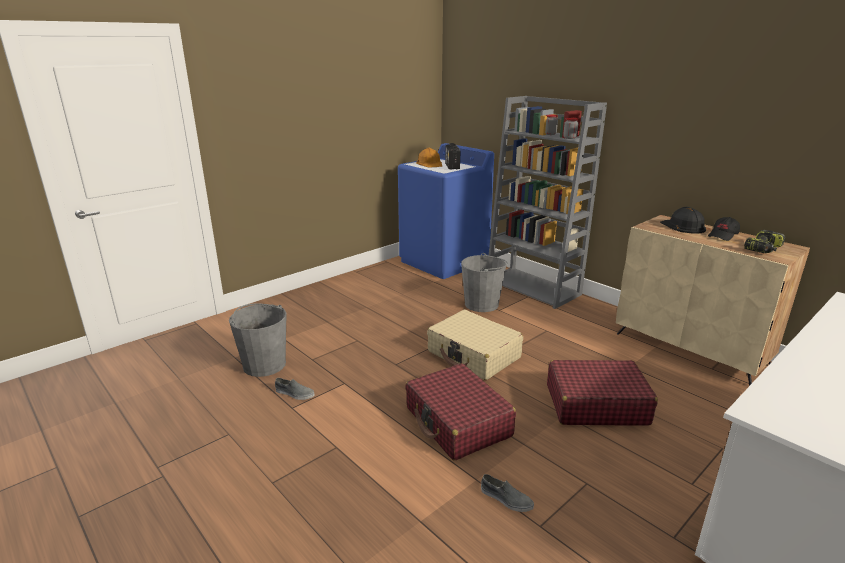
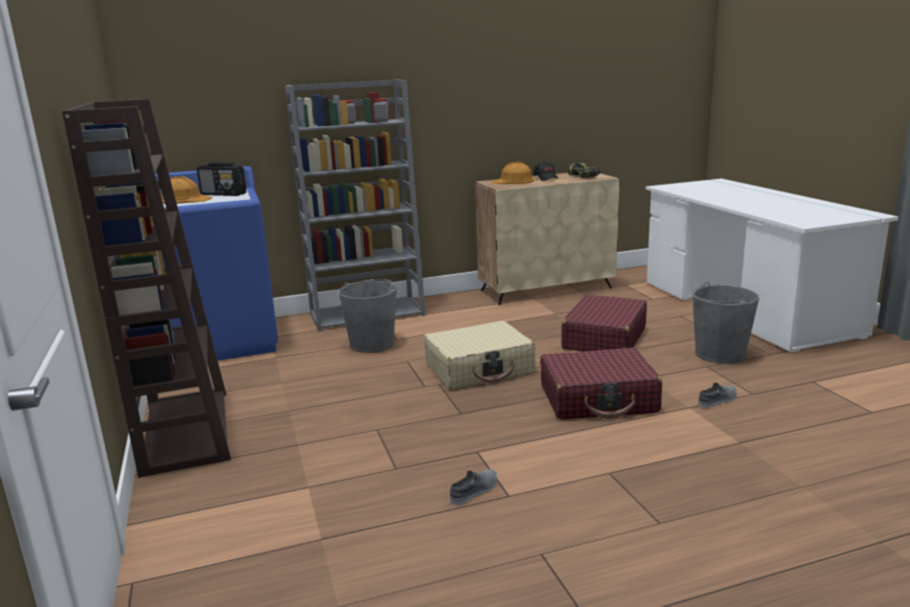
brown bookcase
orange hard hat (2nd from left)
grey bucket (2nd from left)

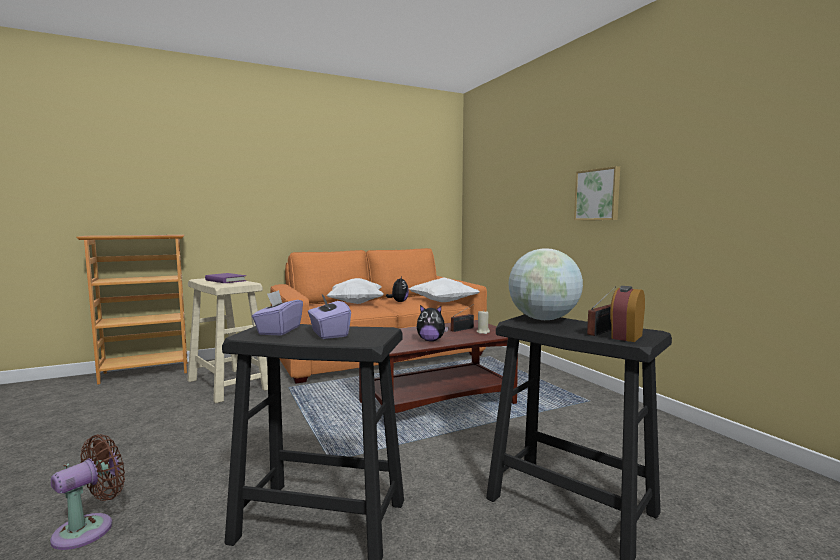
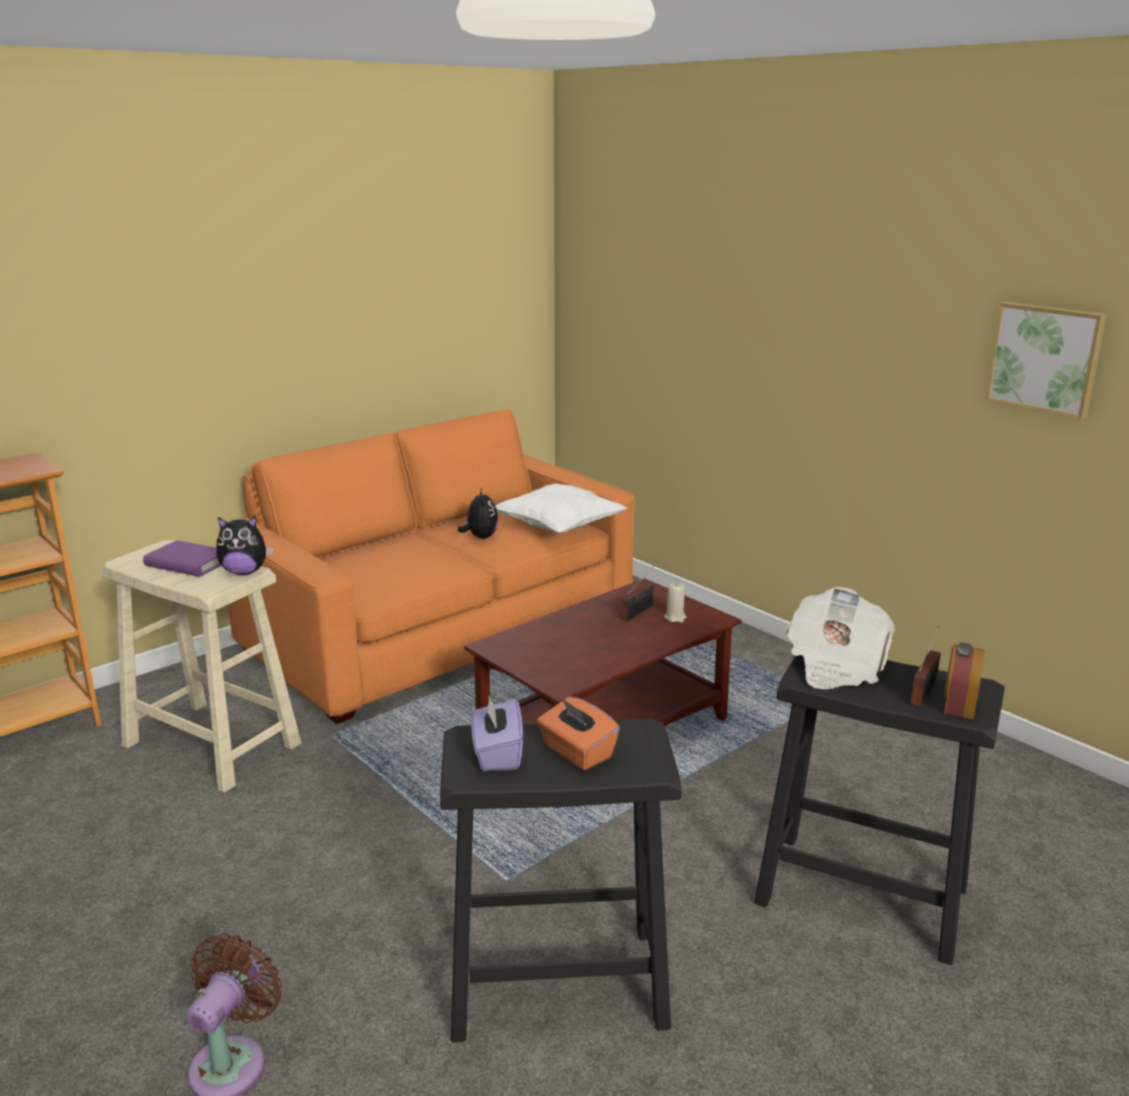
plush toy (1st from left)
orange tissue box
newspaper
picture
white pillow (1st from left in the first image)

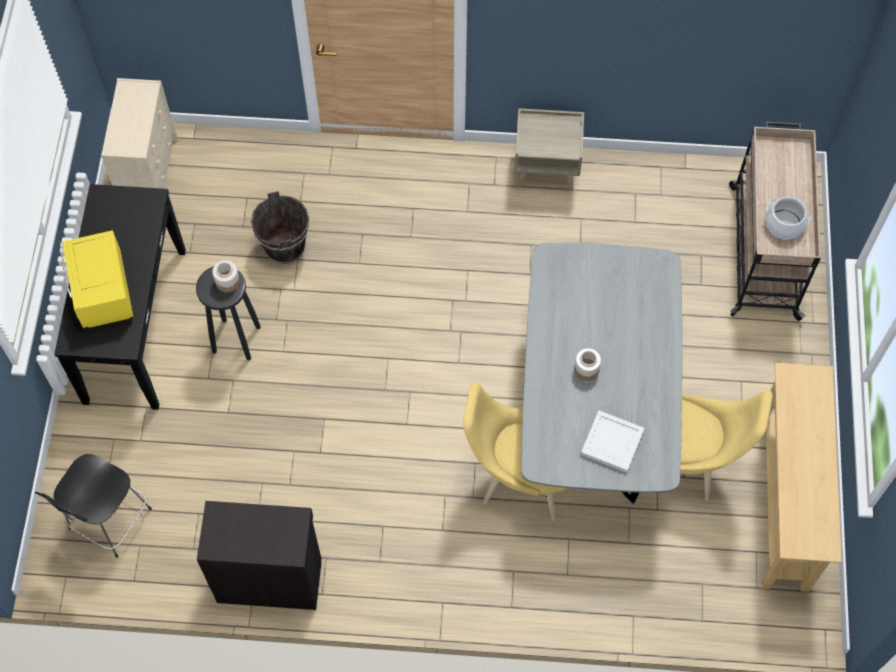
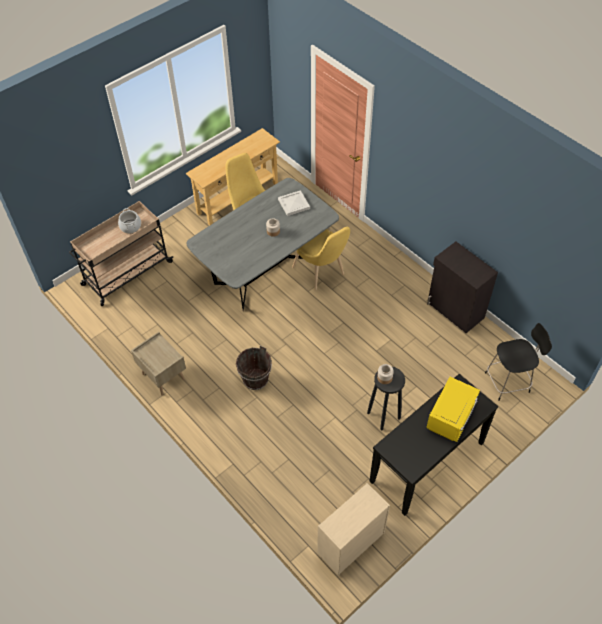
brown bucket

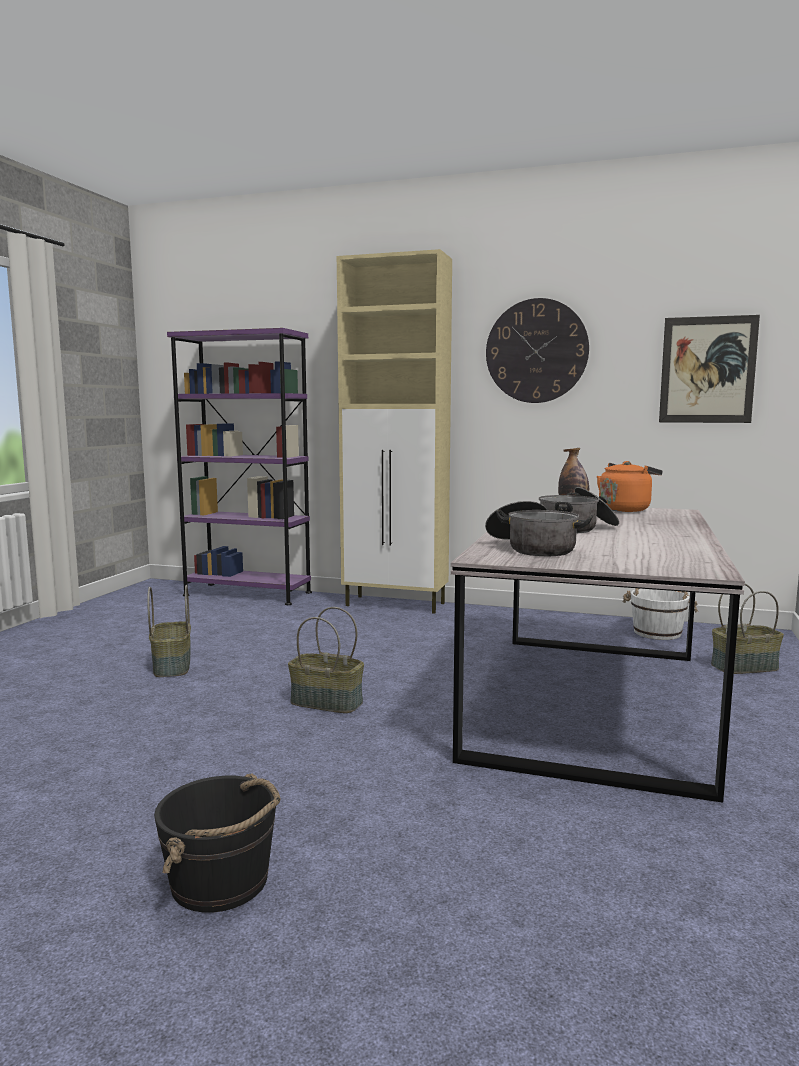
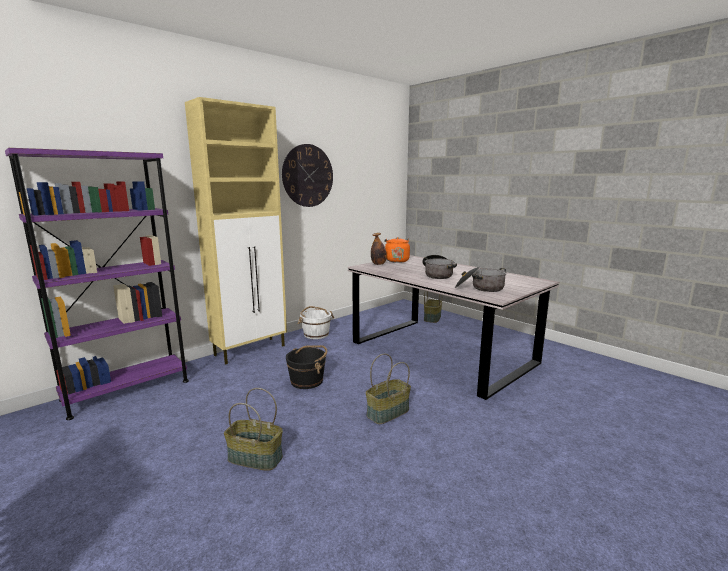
black bucket
white bucket
picture

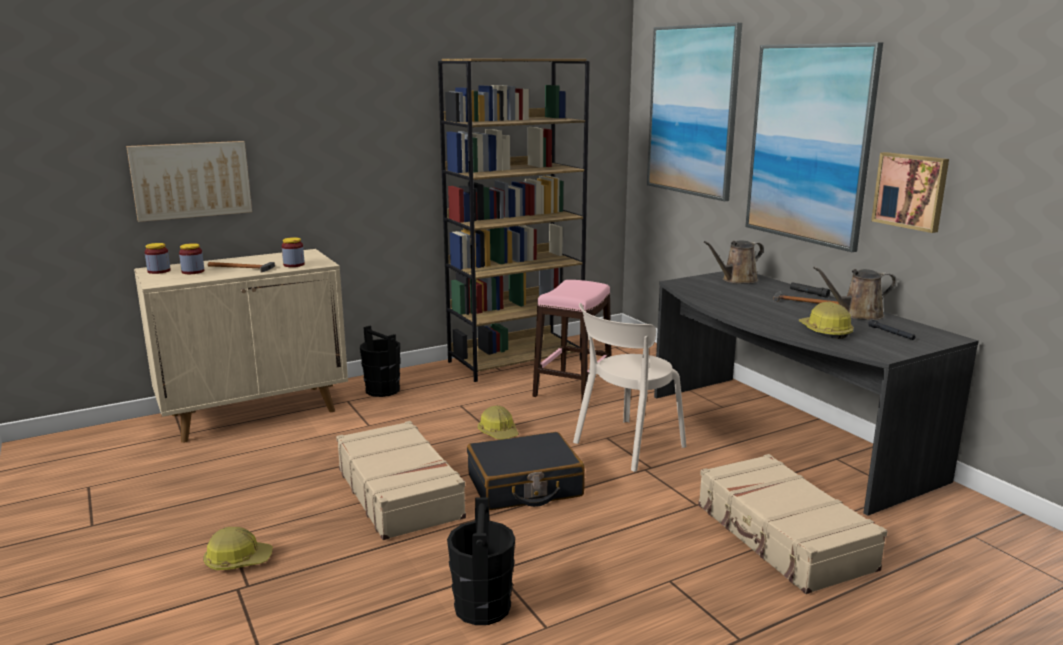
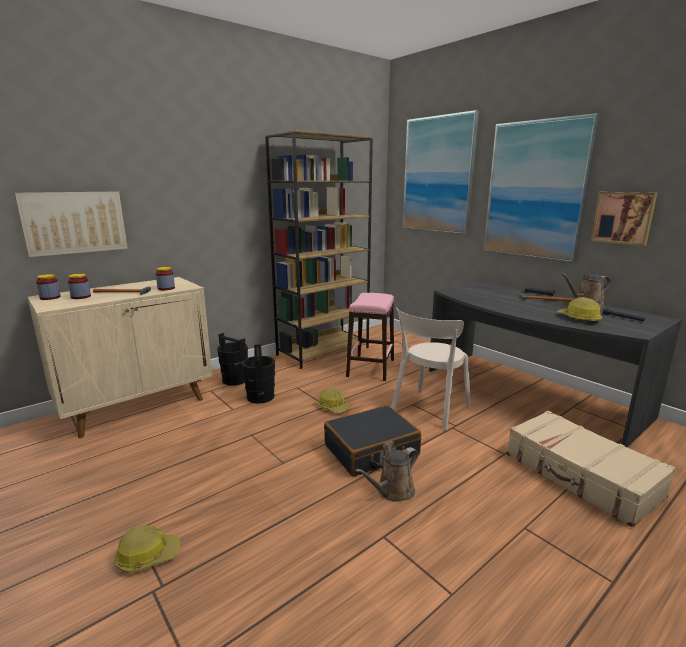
black bucket (2nd from left)
brown watering can (1st from left)
beige suitcase (1st from left in the first image)

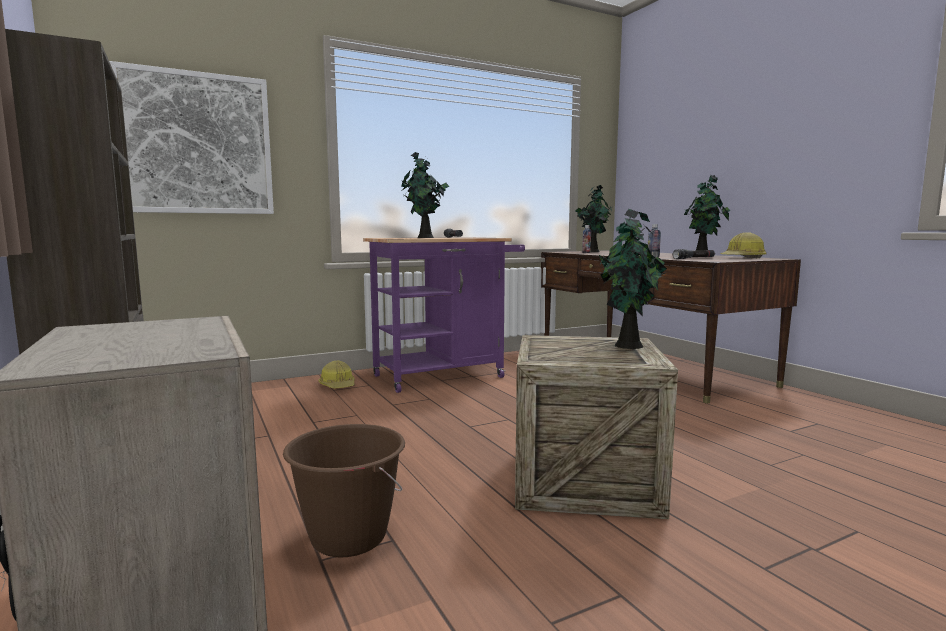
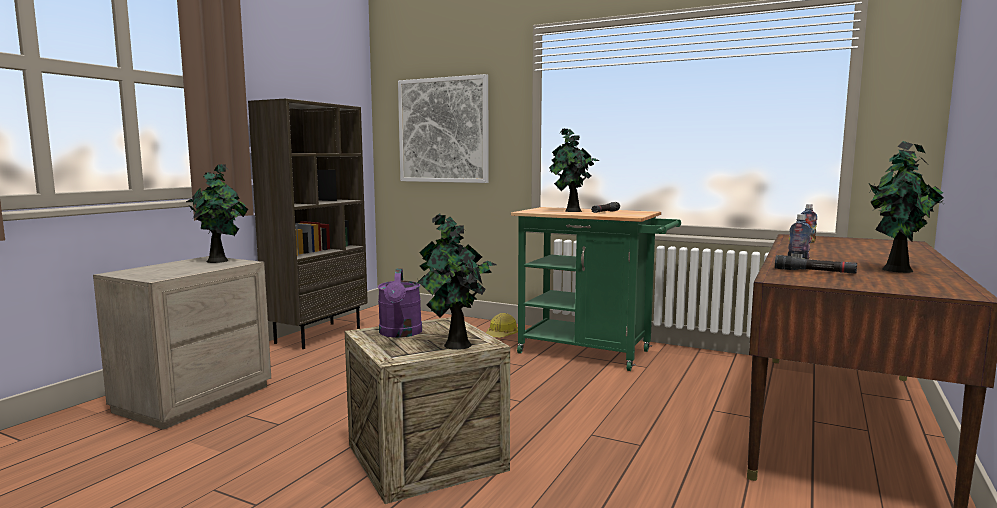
potted plant (1st from left)
purple watering can
green cart
brown bucket
hard hat (2nd from left in the first image)

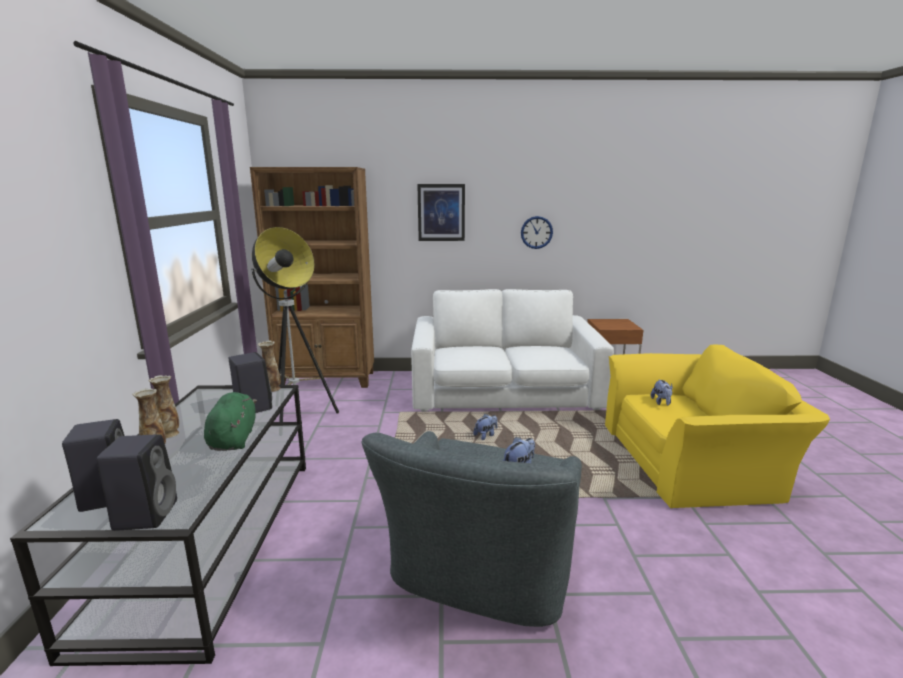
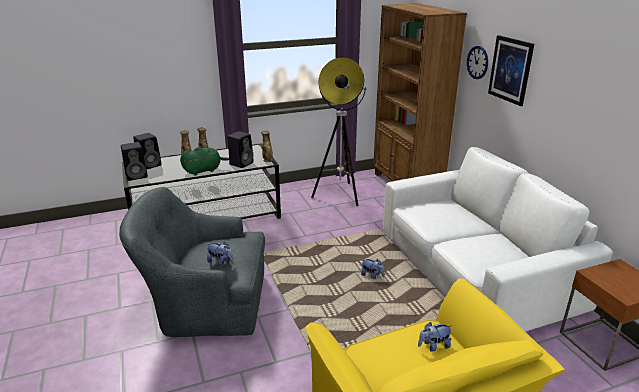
wall clock

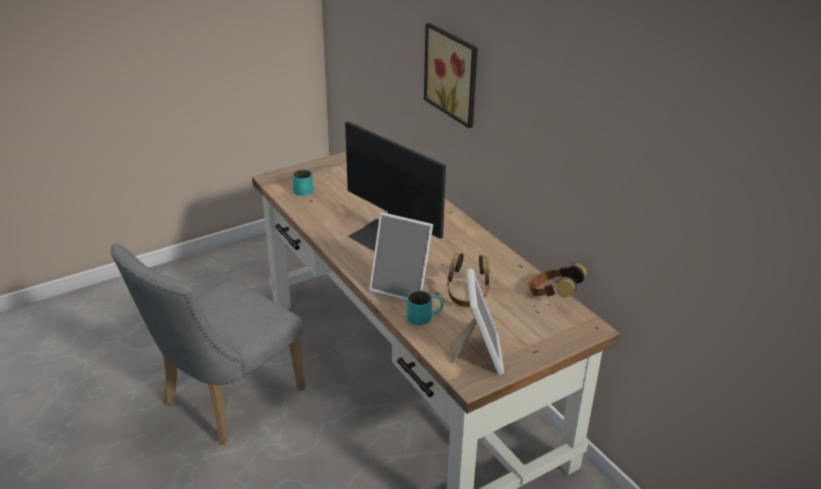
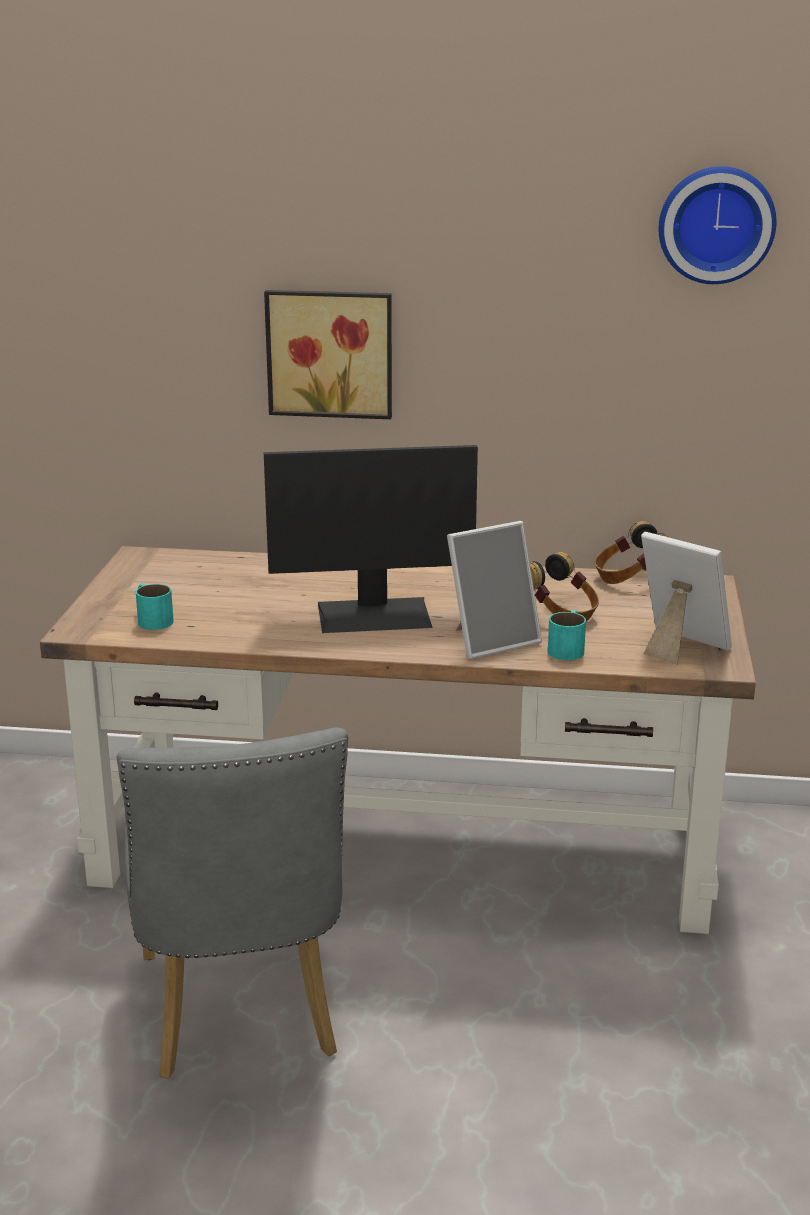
wall clock

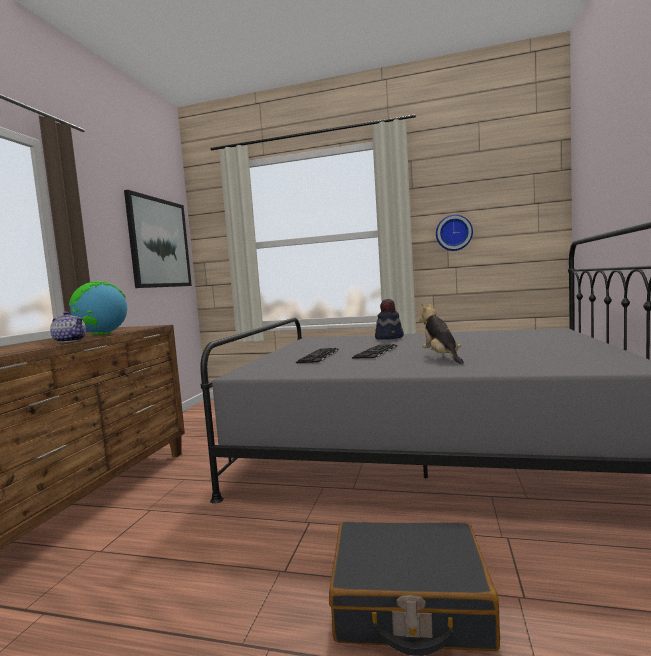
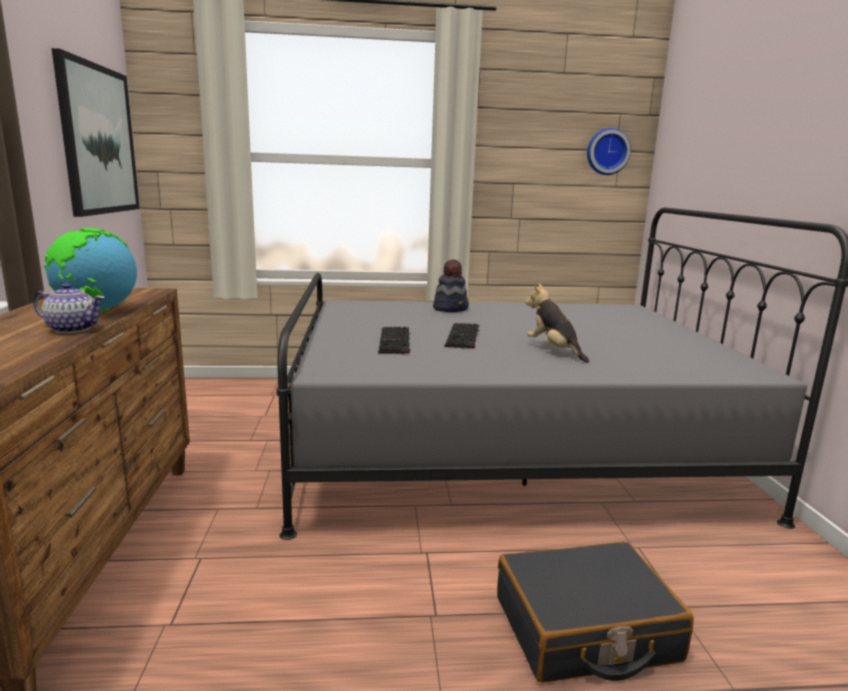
wall clock

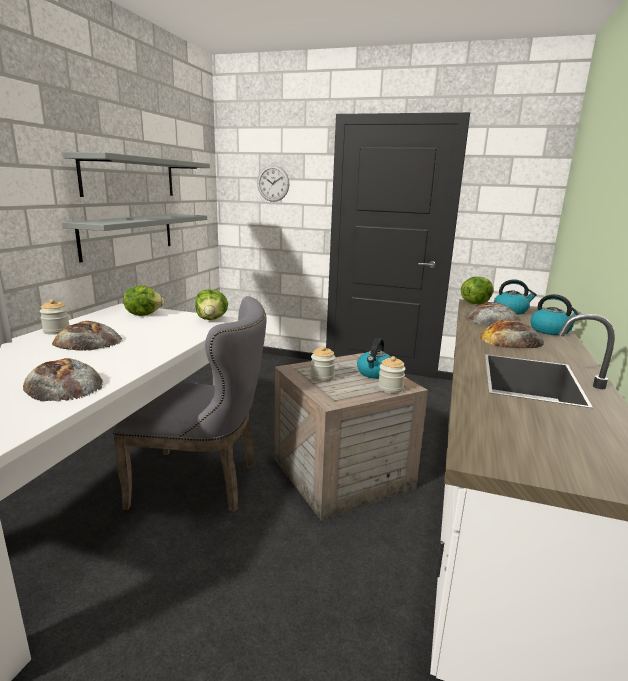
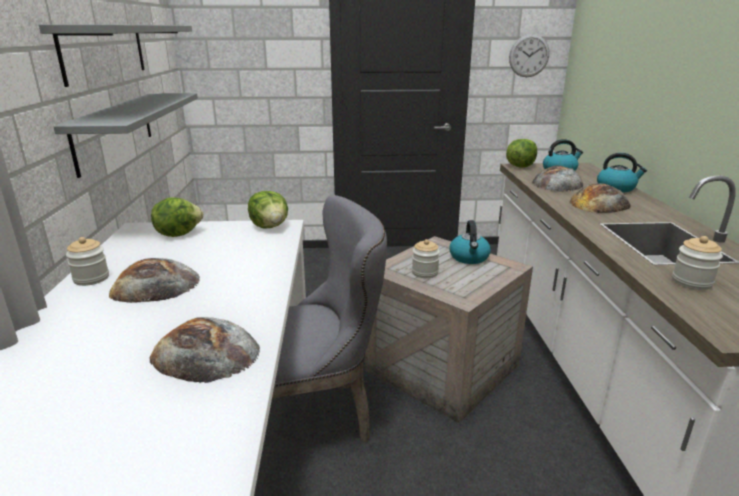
wall clock
jar (3rd from left)

